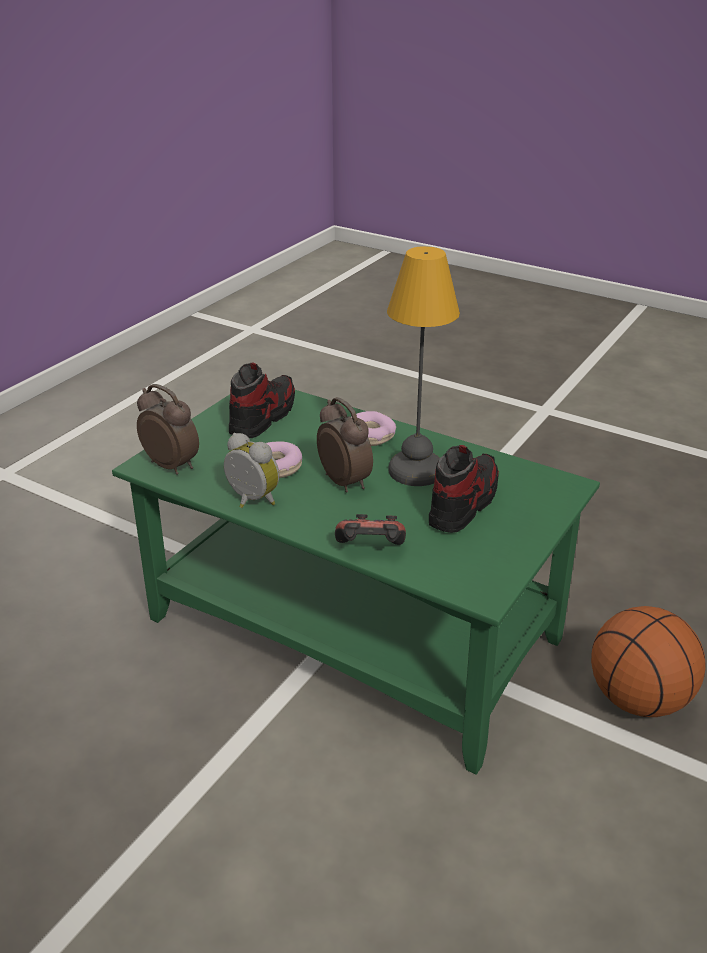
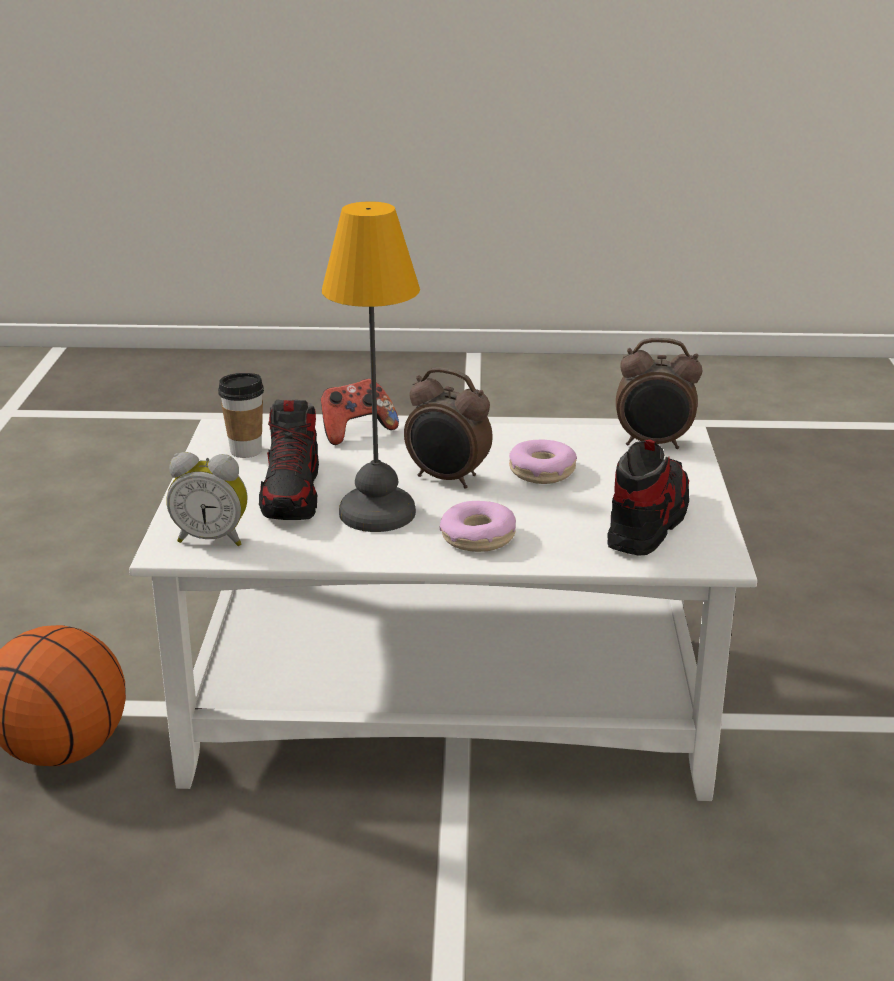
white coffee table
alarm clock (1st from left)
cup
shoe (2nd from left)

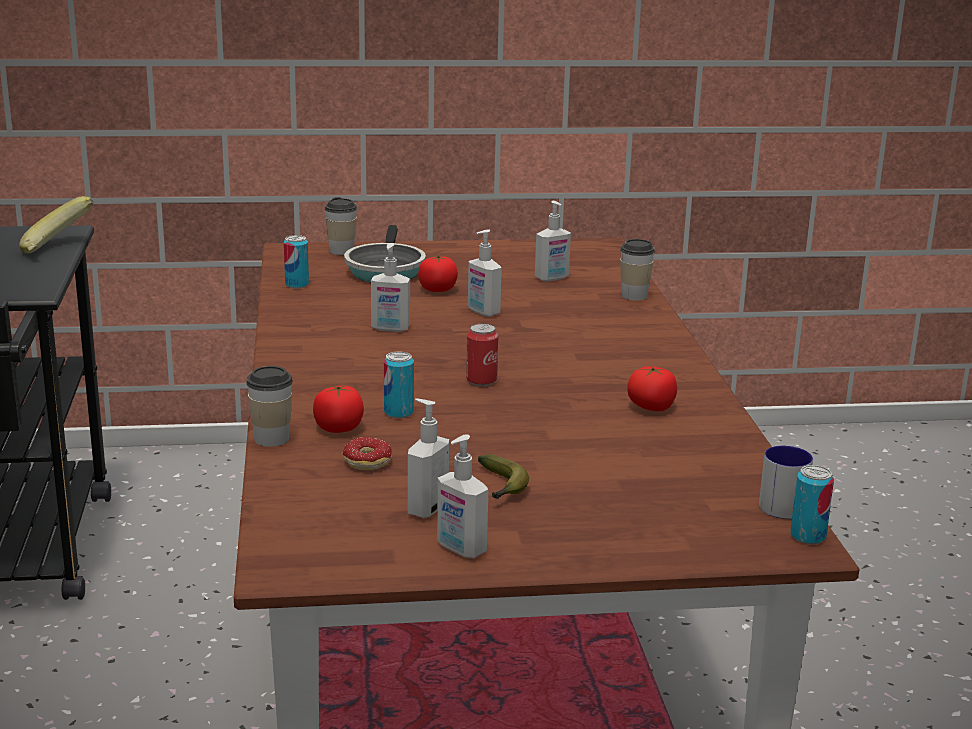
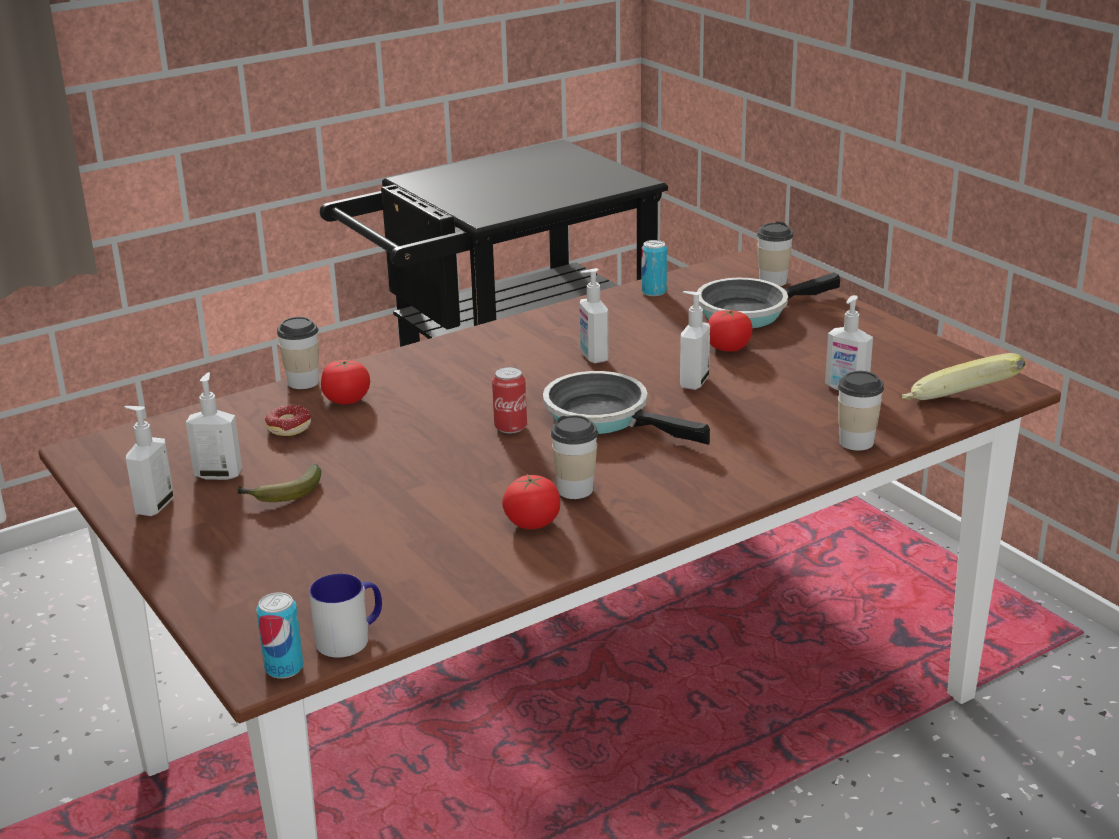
frying pan (1st from left)
cup (2nd from left)
banana (2nd from left)
can (2nd from left in the first image)

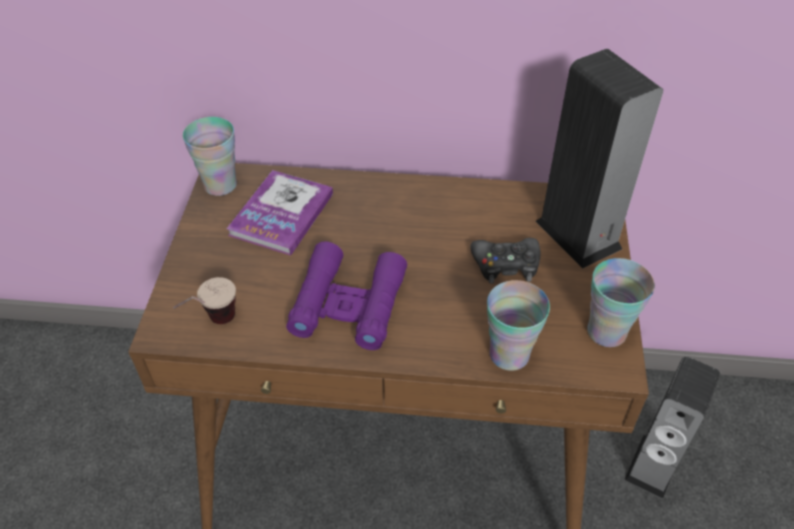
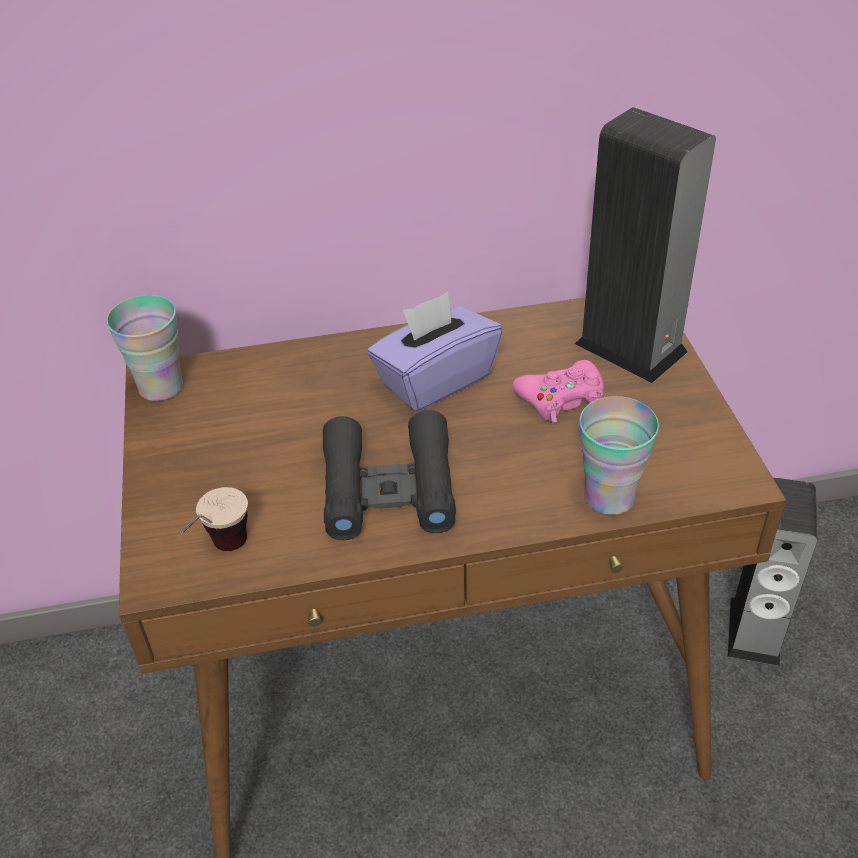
black binoculars
purple tissue box
pink game controller
book
cup (4th from left in the first image)

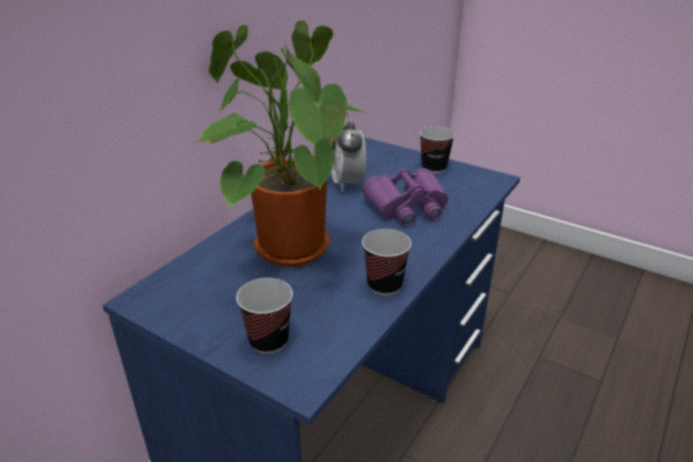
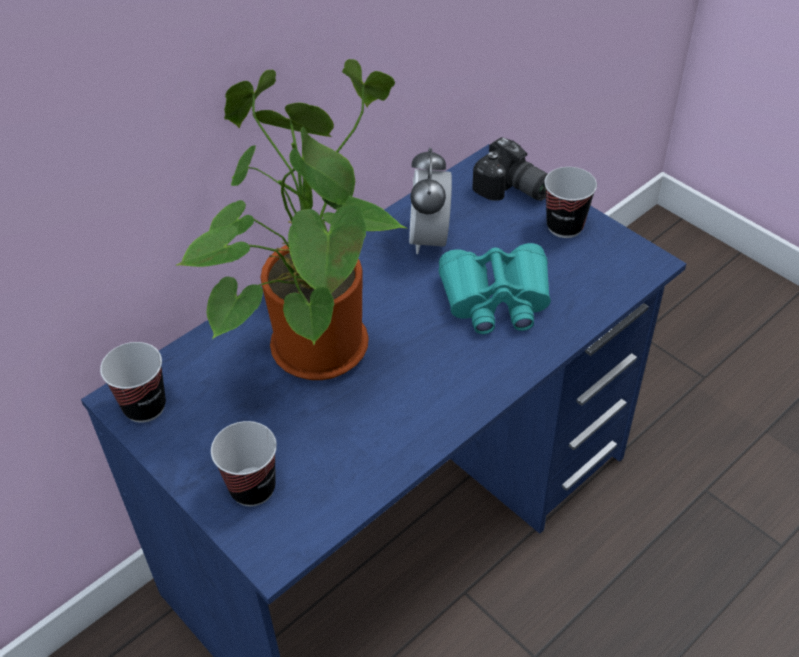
cup (1st from left)
turquoise binoculars
photo camera

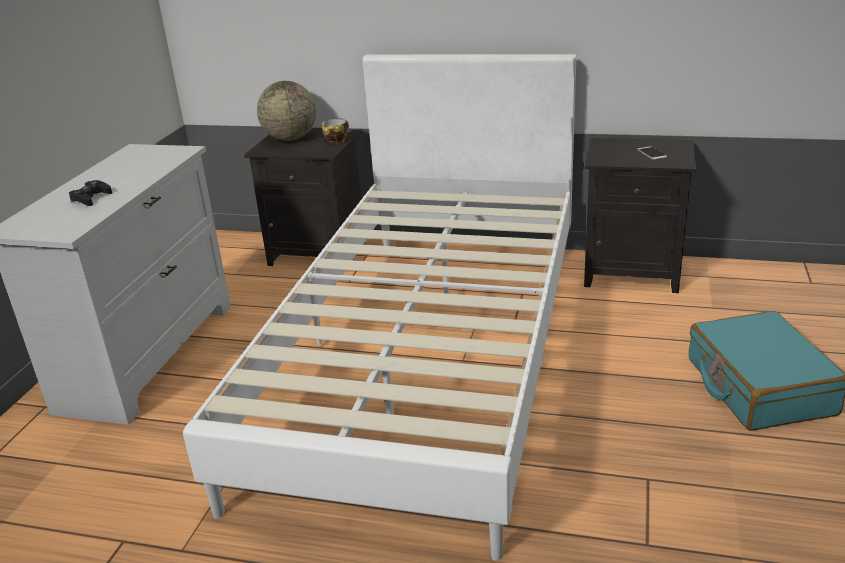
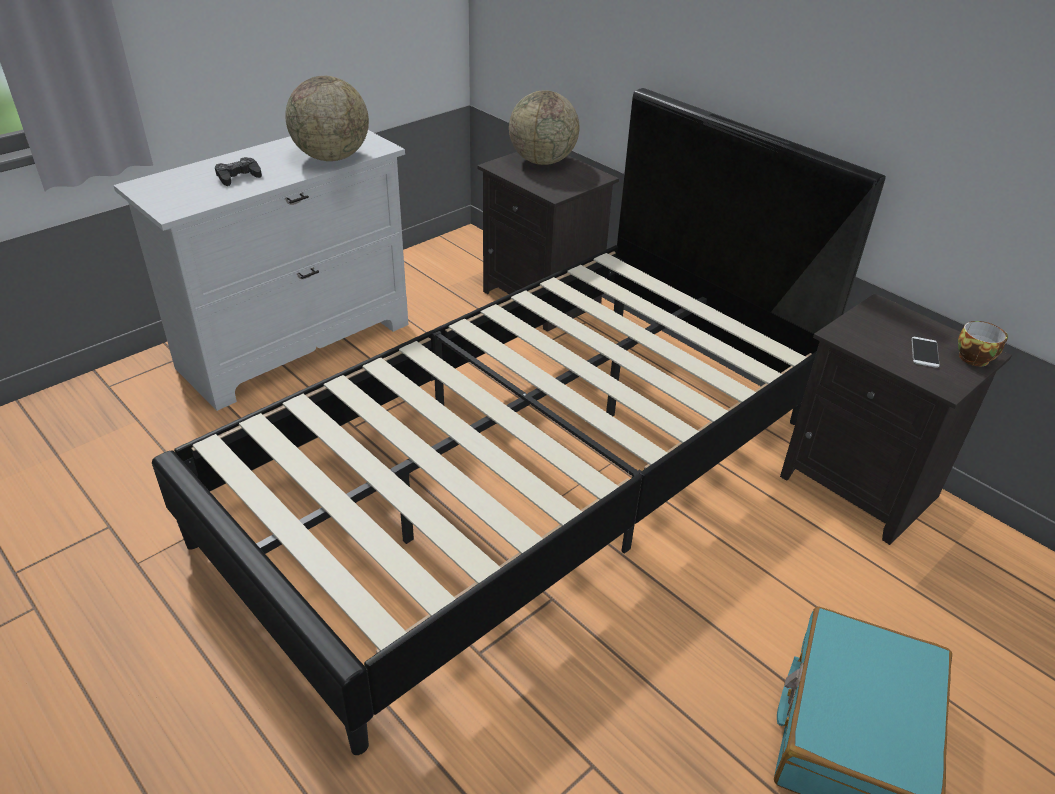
black bed
globe (1st from left)
cup

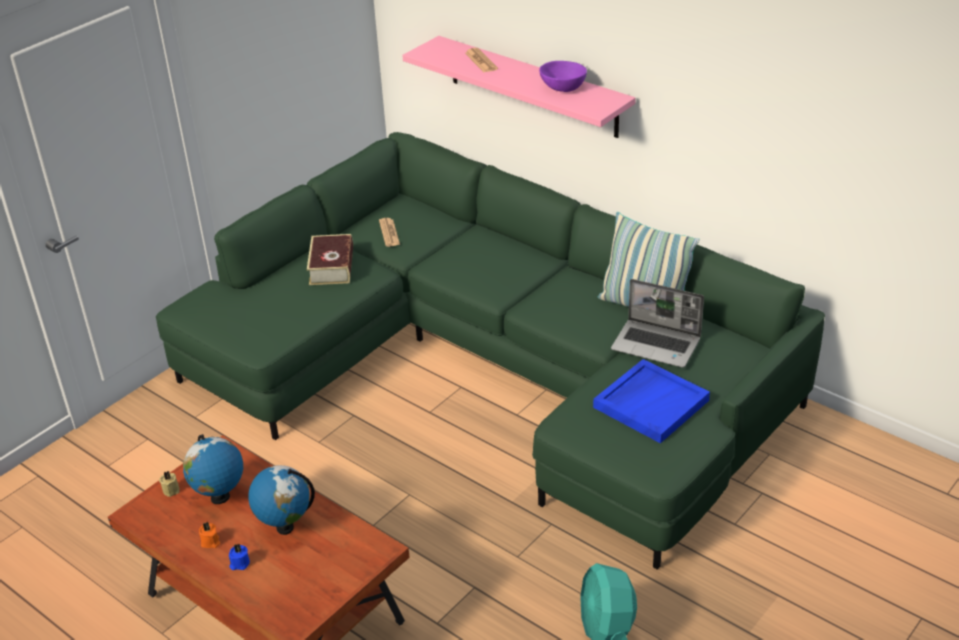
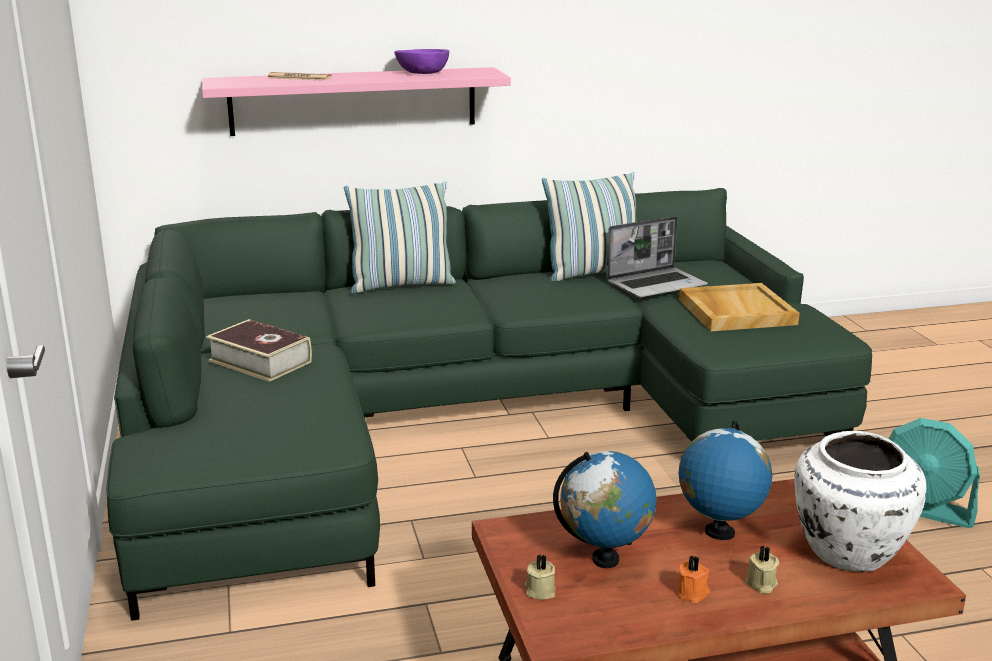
pillow (1st from left)
beige tray
beige candle (2nd from left)
white vase
newspaper (1st from left in the first image)

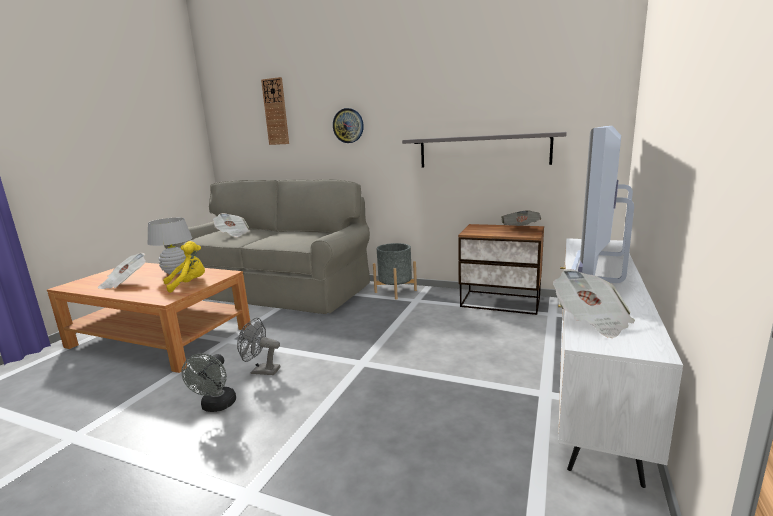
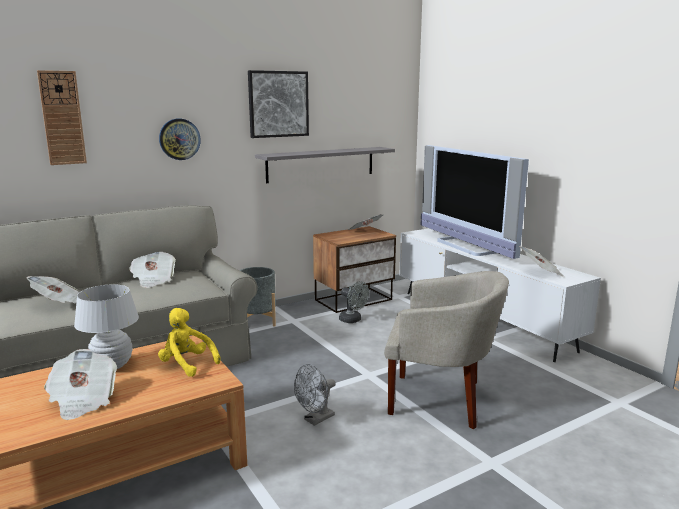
newspaper (3rd from left)
yellow plush toy
picture
grey fan (2nd from left)
beige armchair

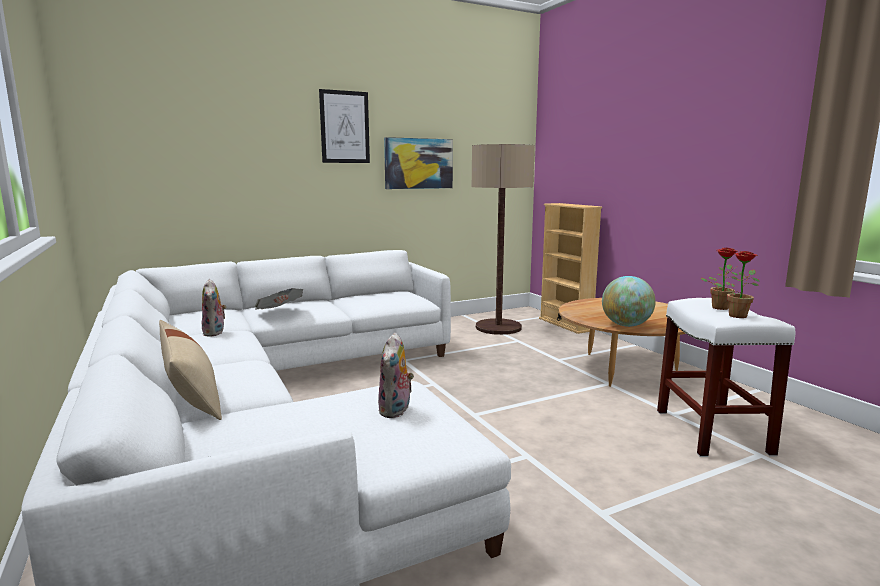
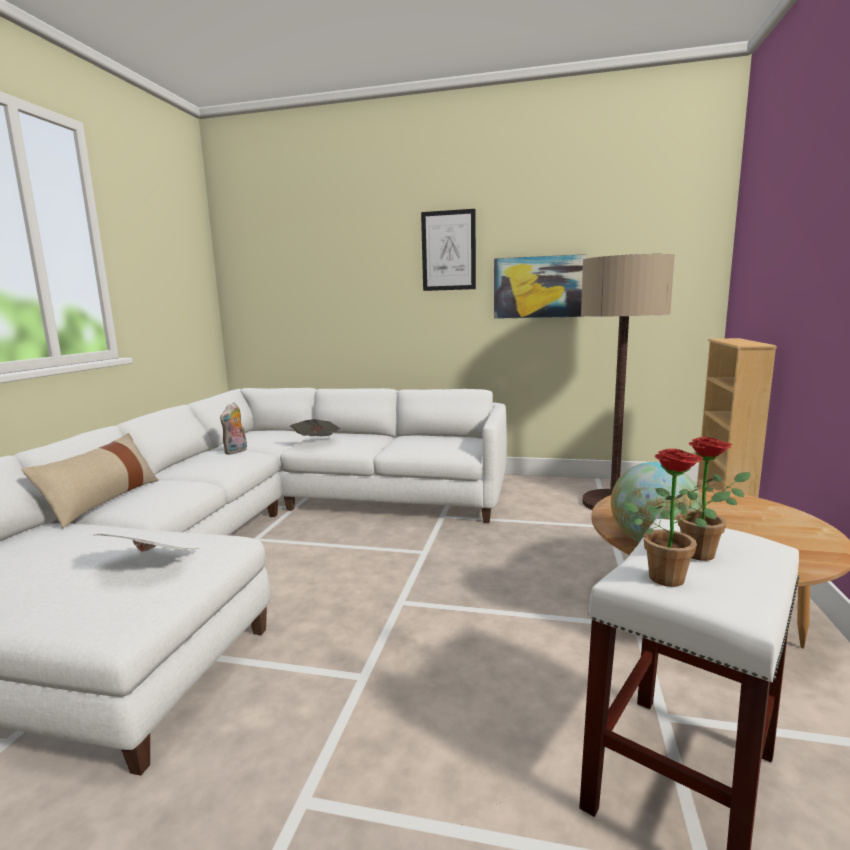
newspaper (1st from left)

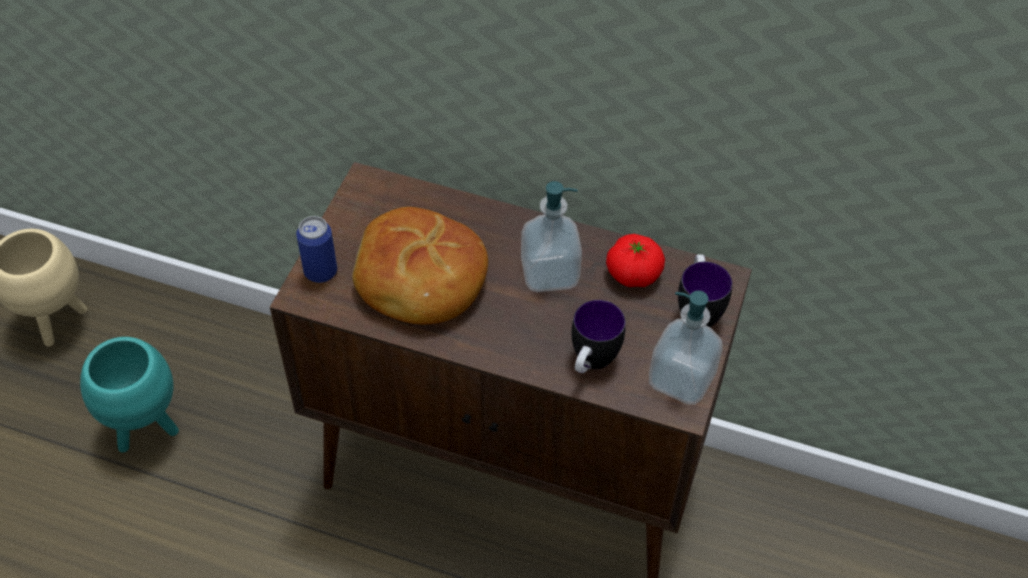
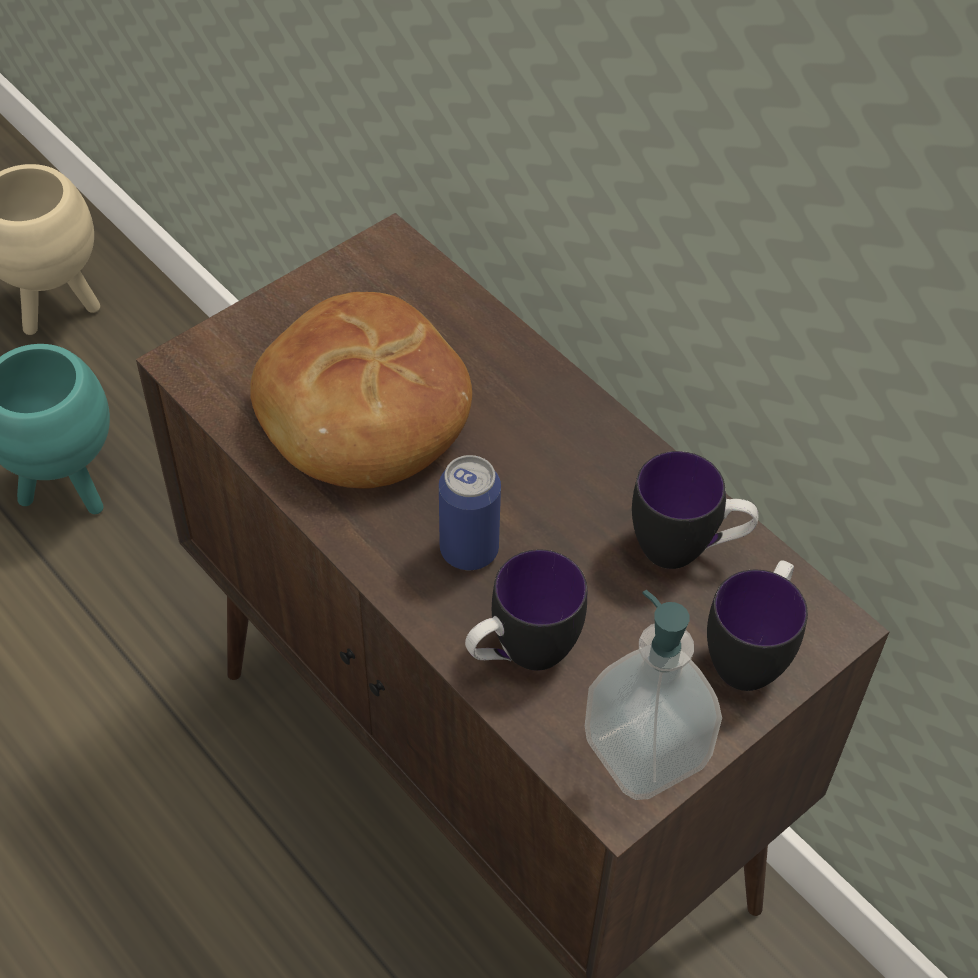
can
mug (2nd from left)
soap dispenser (1st from left in the first image)

